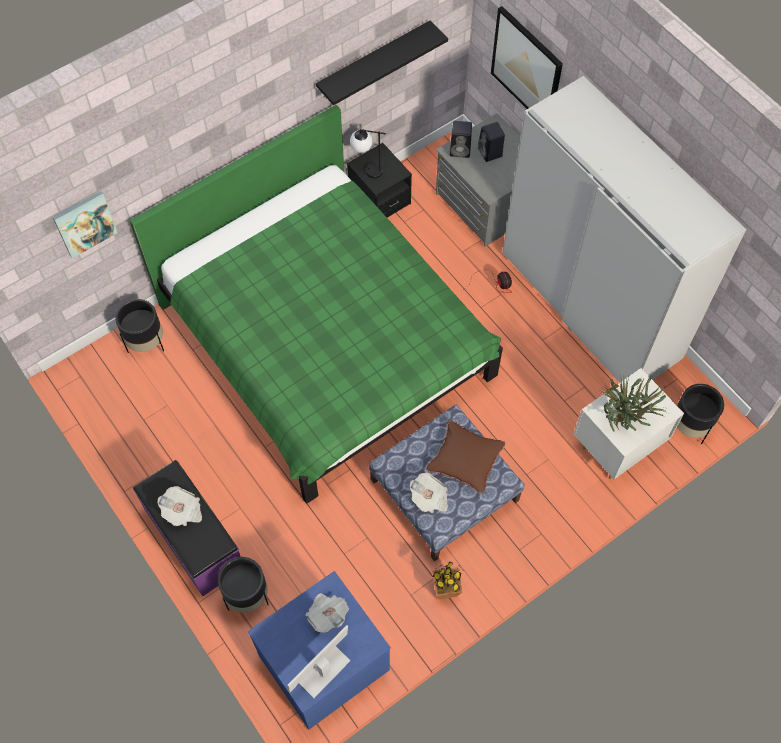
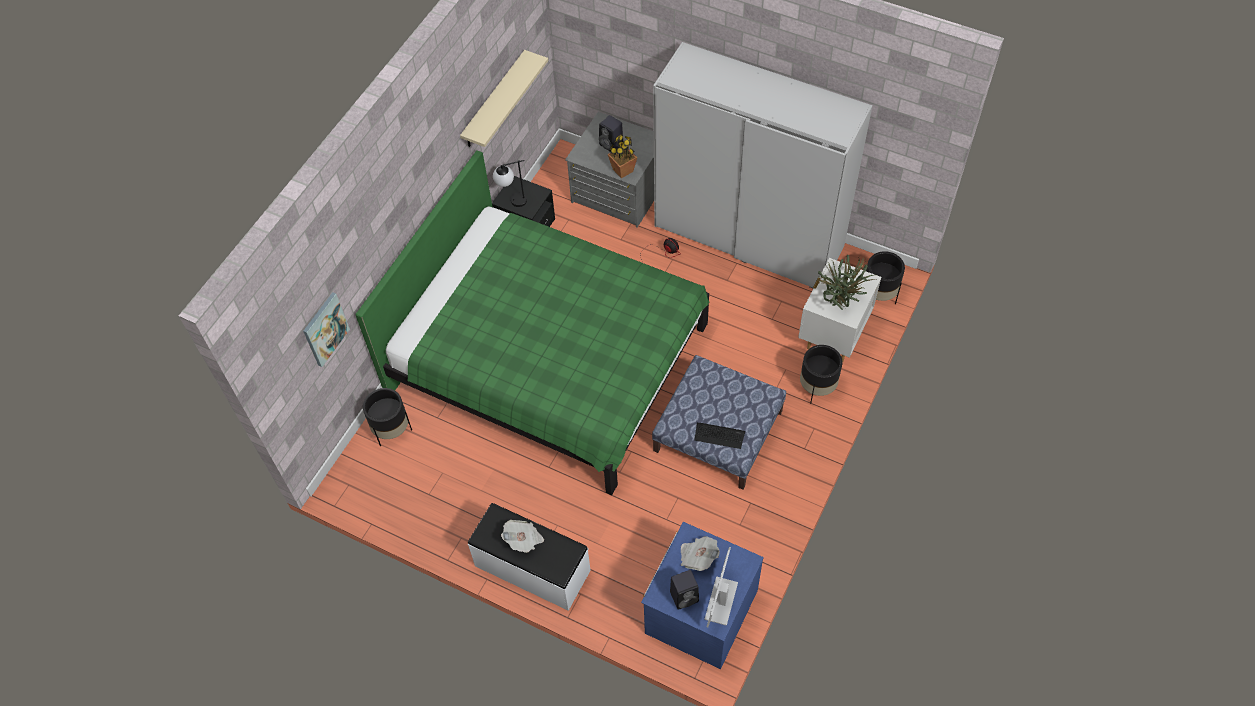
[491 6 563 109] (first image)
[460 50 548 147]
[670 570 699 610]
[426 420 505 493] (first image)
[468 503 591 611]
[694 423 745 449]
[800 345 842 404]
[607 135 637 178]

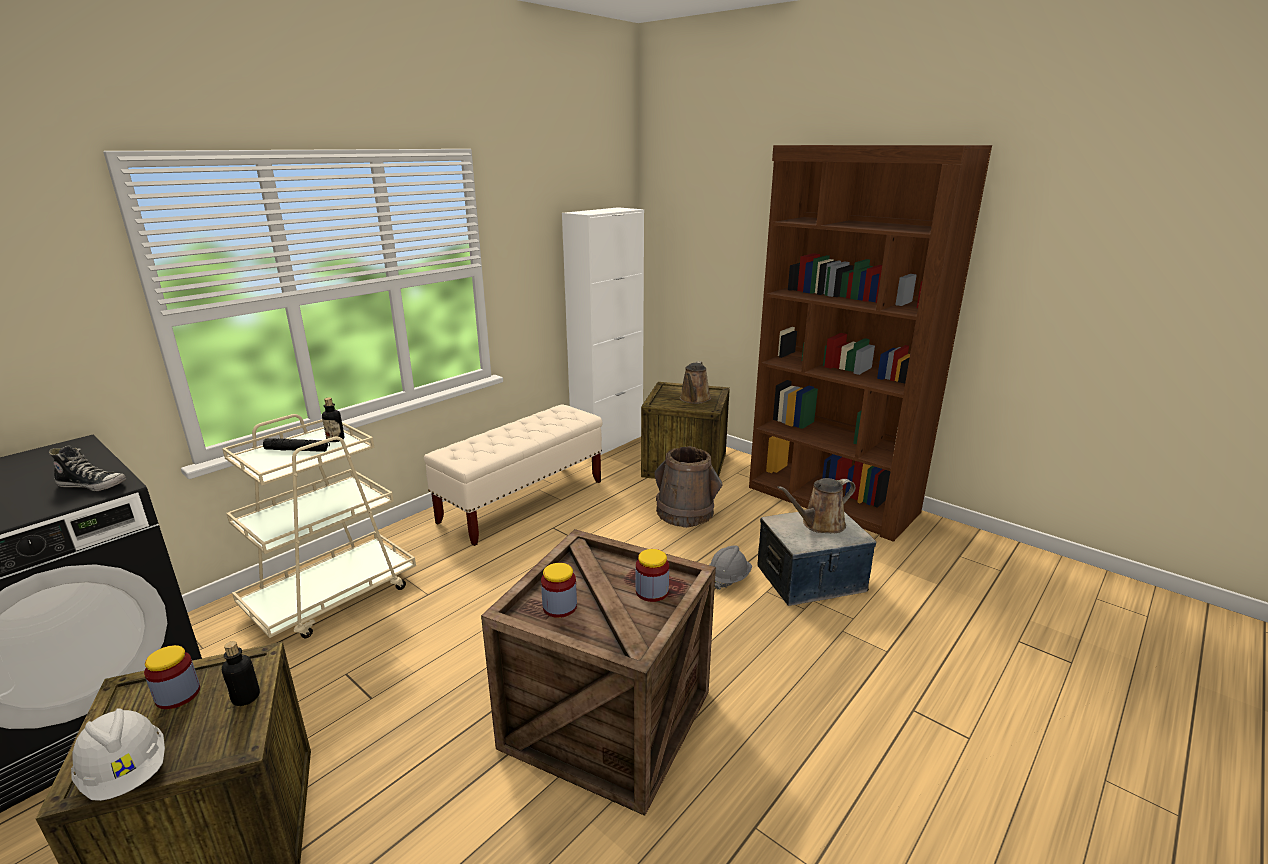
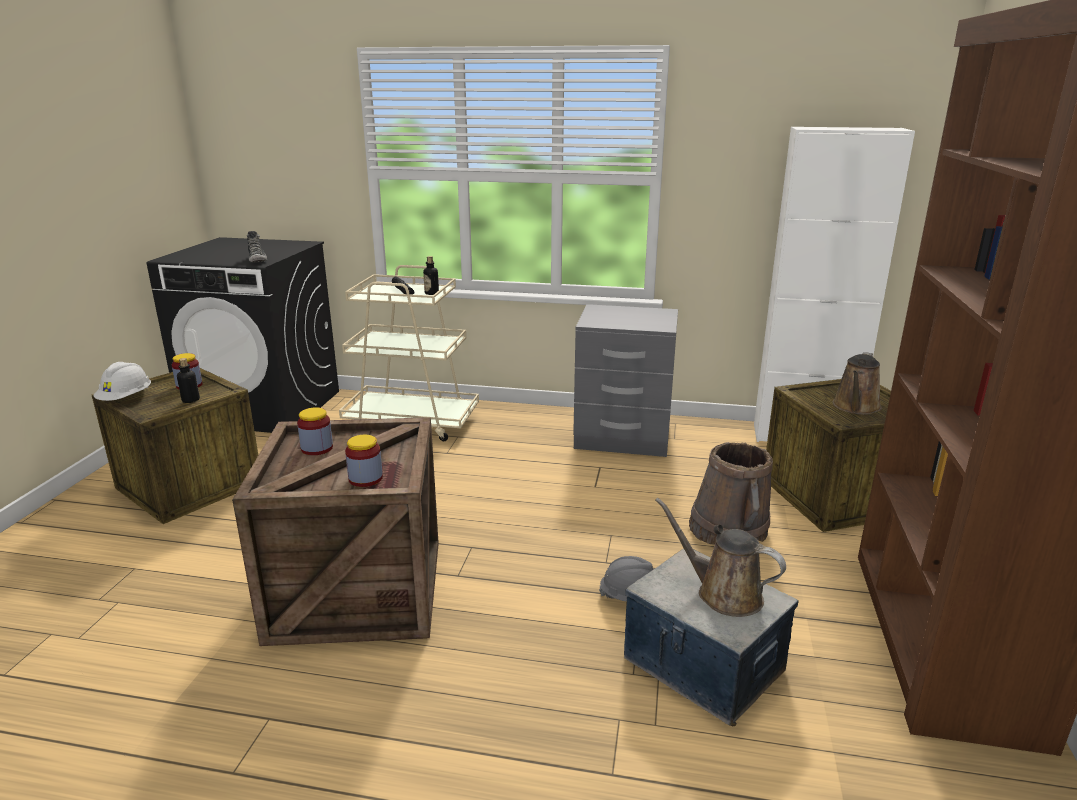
[832 352 882 415]
[573 304 678 457]

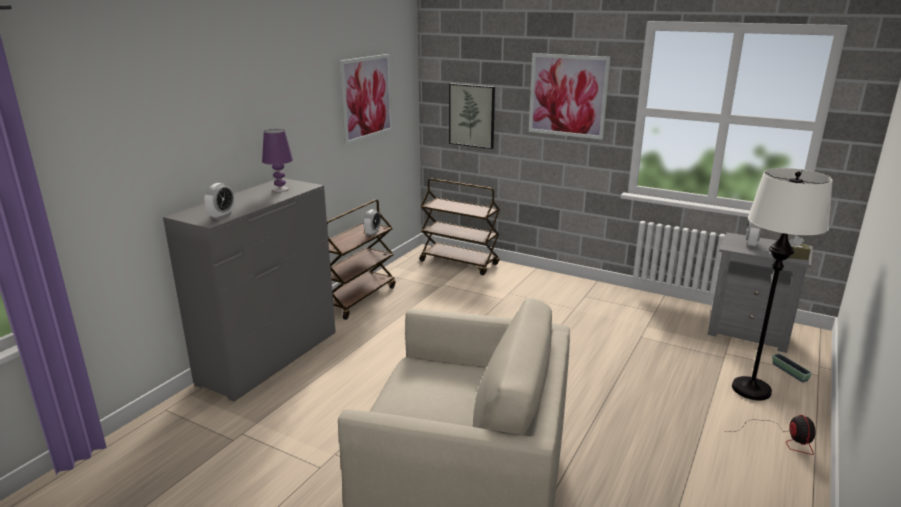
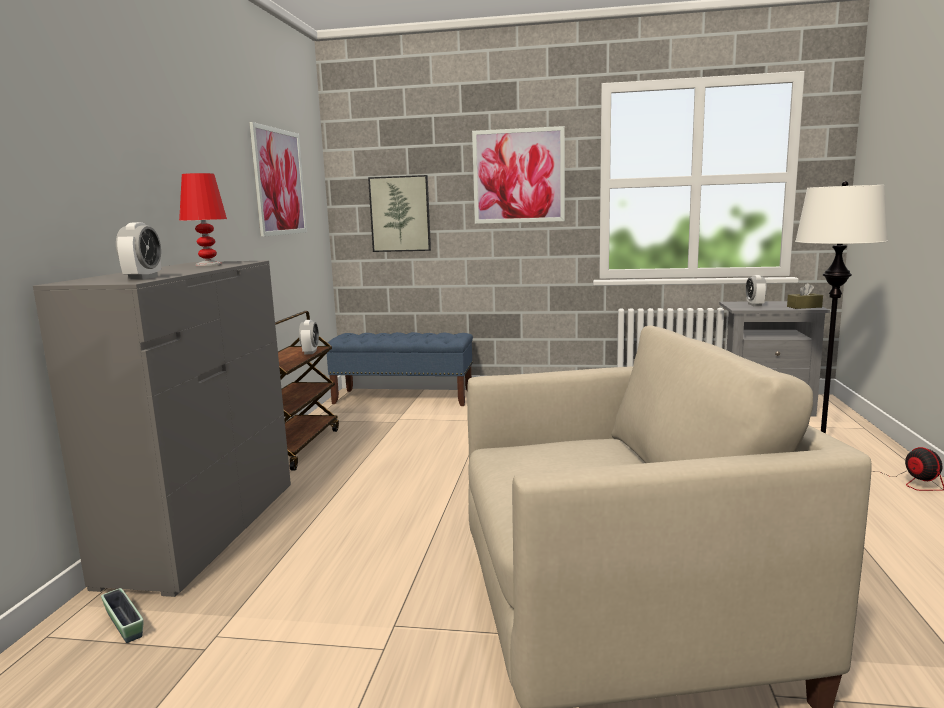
[179 173 227 266]
[325 332 473 406]
[101 588 144 643]

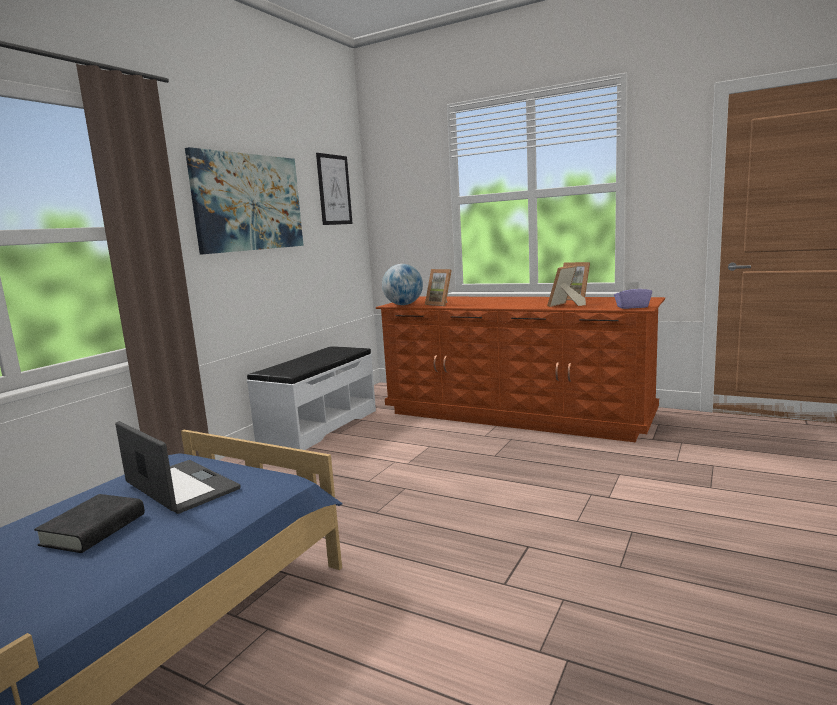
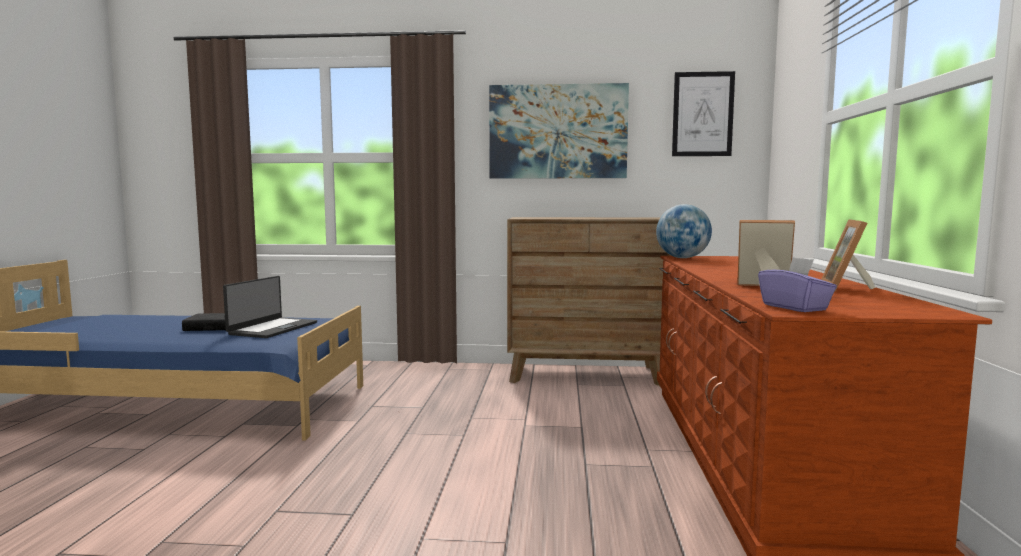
[425 269 452 306] (first image)
[507 217 671 386]

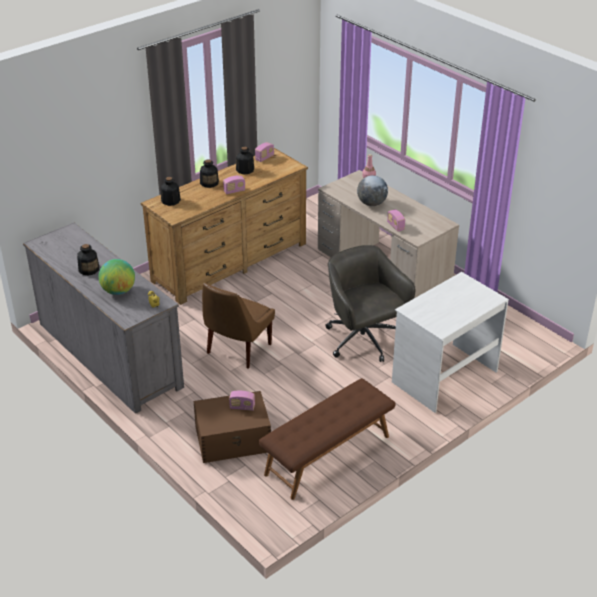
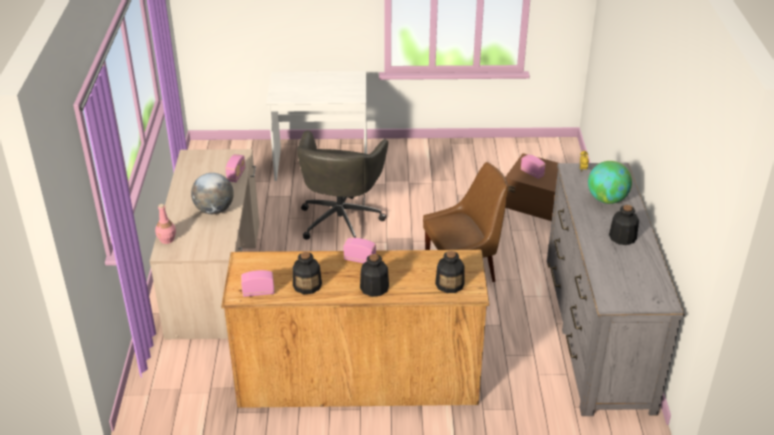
[259 378 396 500] (first image)

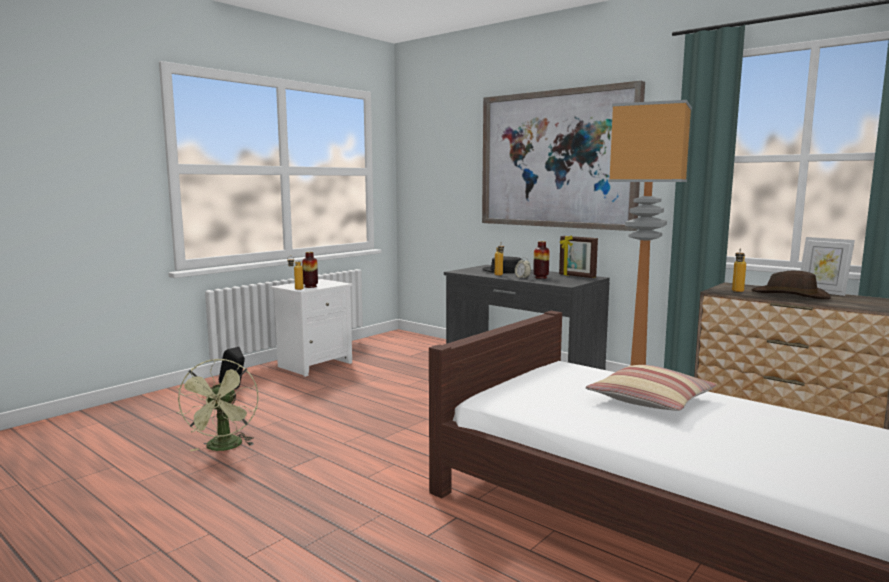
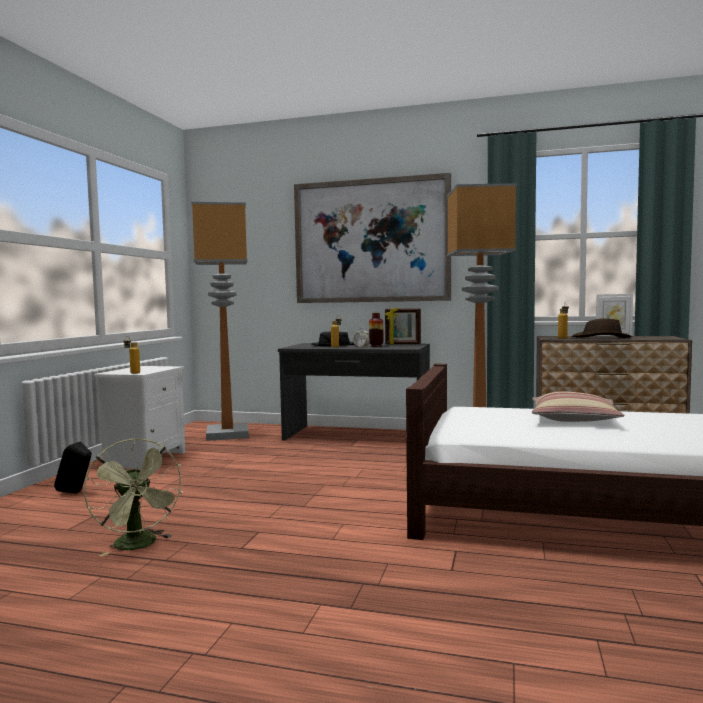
[302 252 318 288] (first image)
[191 202 249 441]

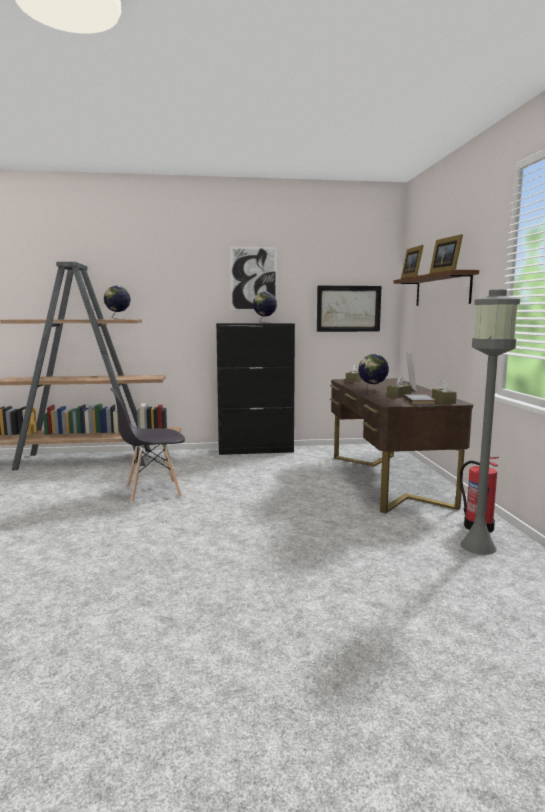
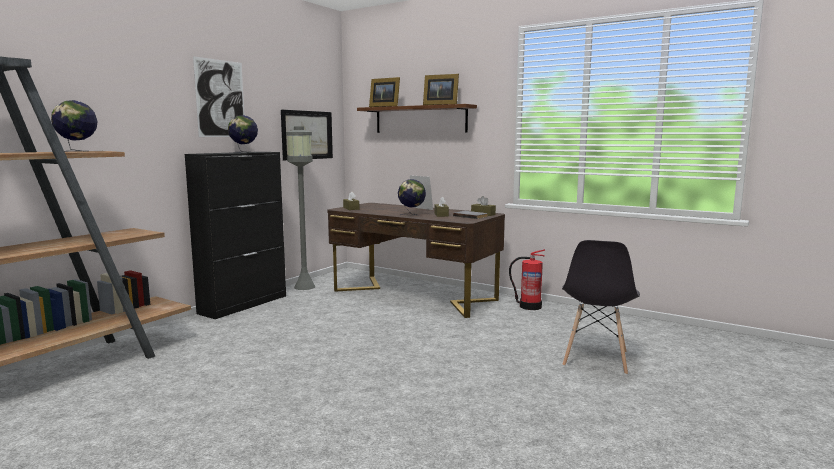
[286 126 316 290]
[562 240 640 375]

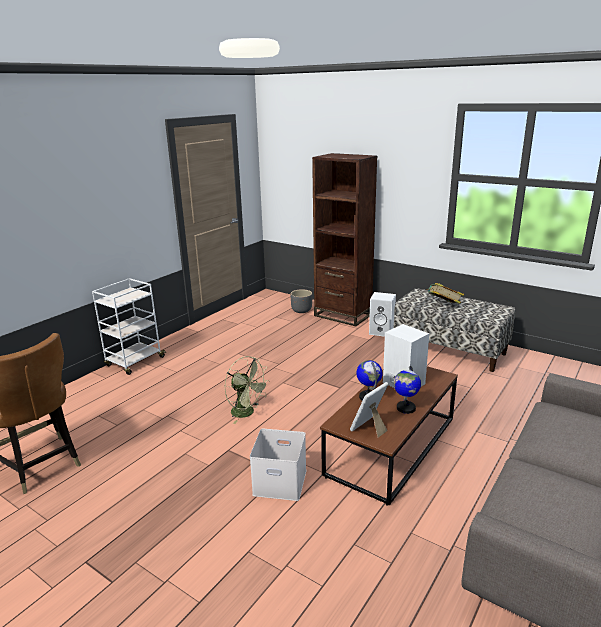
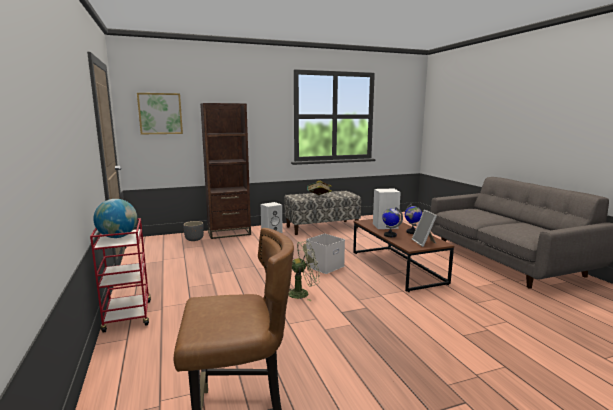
[90 218 151 333]
[306 234 345 274]
[137 93 183 134]
[93 199 137 238]

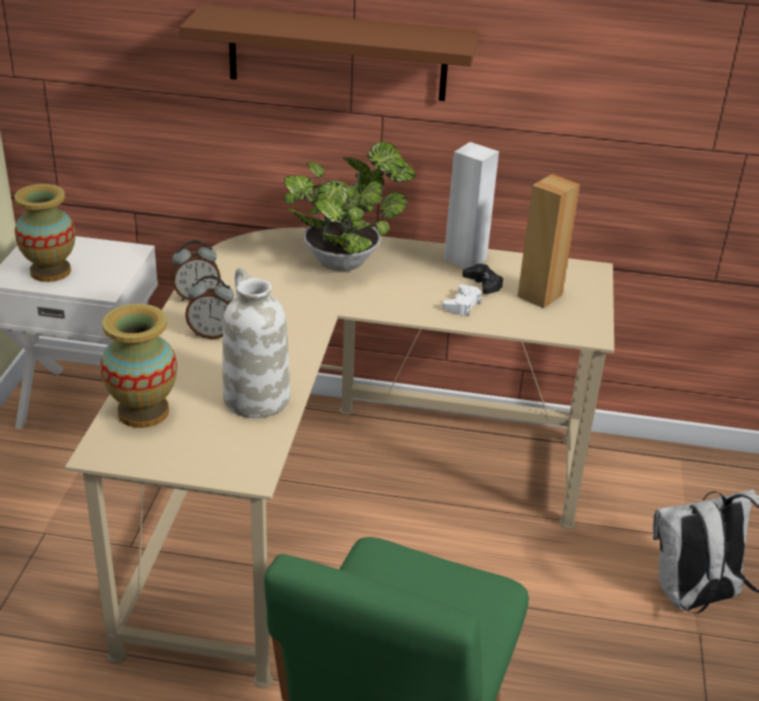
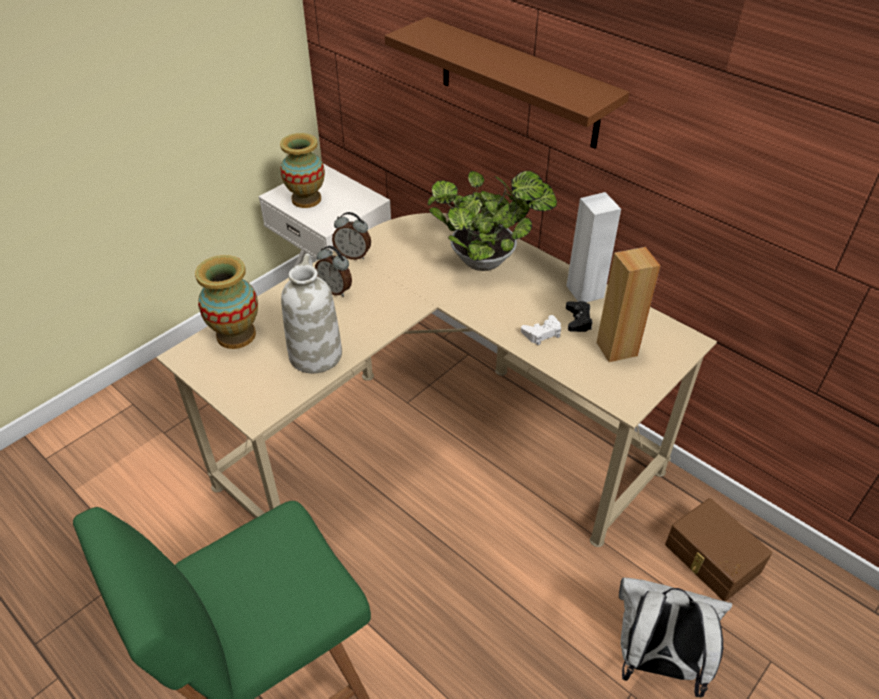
[665 498 772 601]

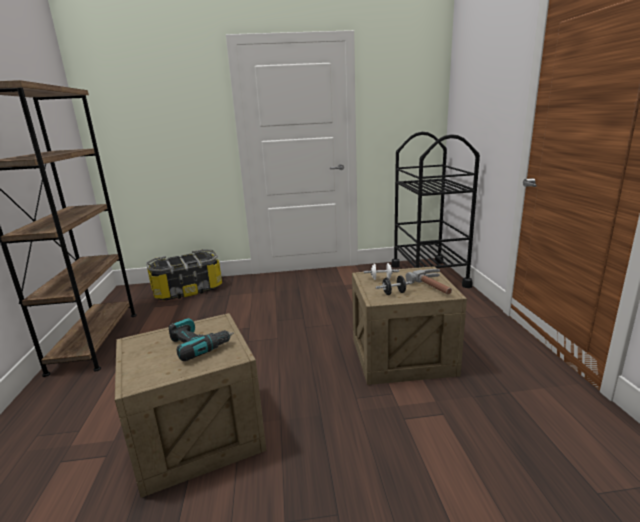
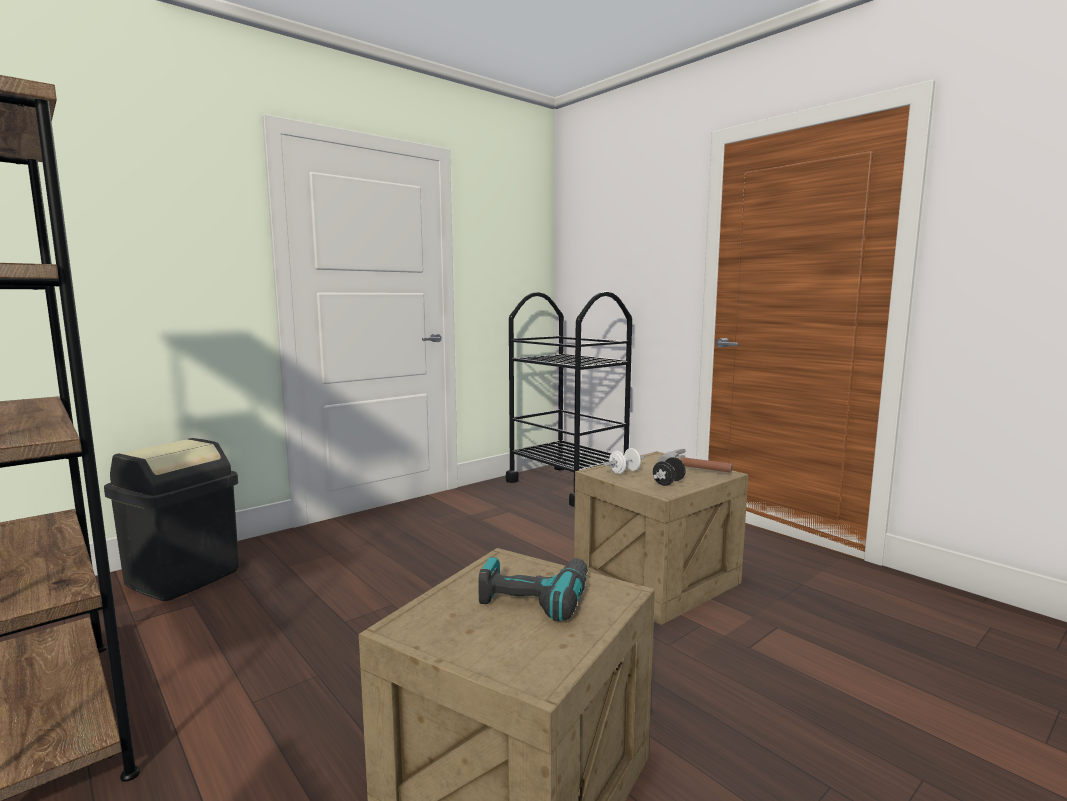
[104 438 239 601]

